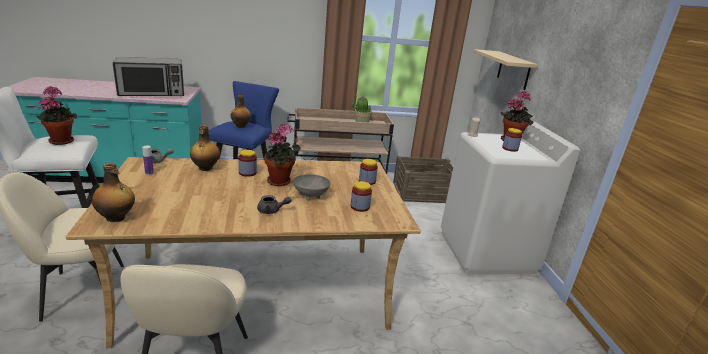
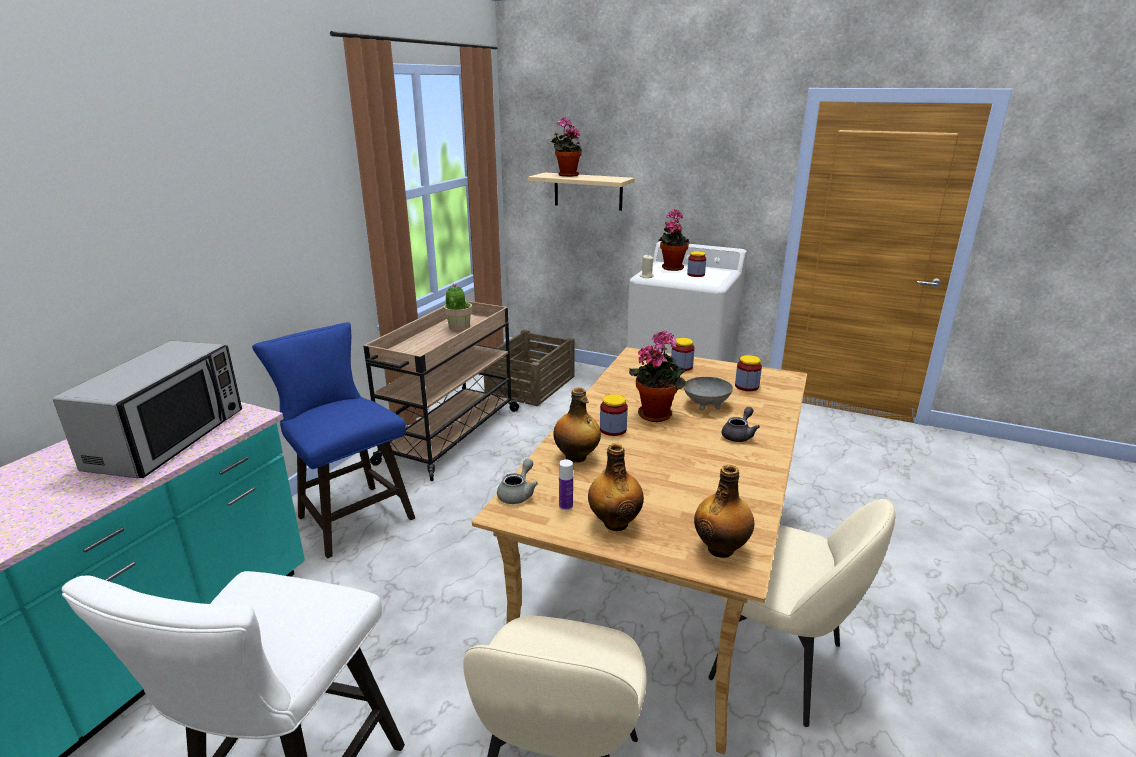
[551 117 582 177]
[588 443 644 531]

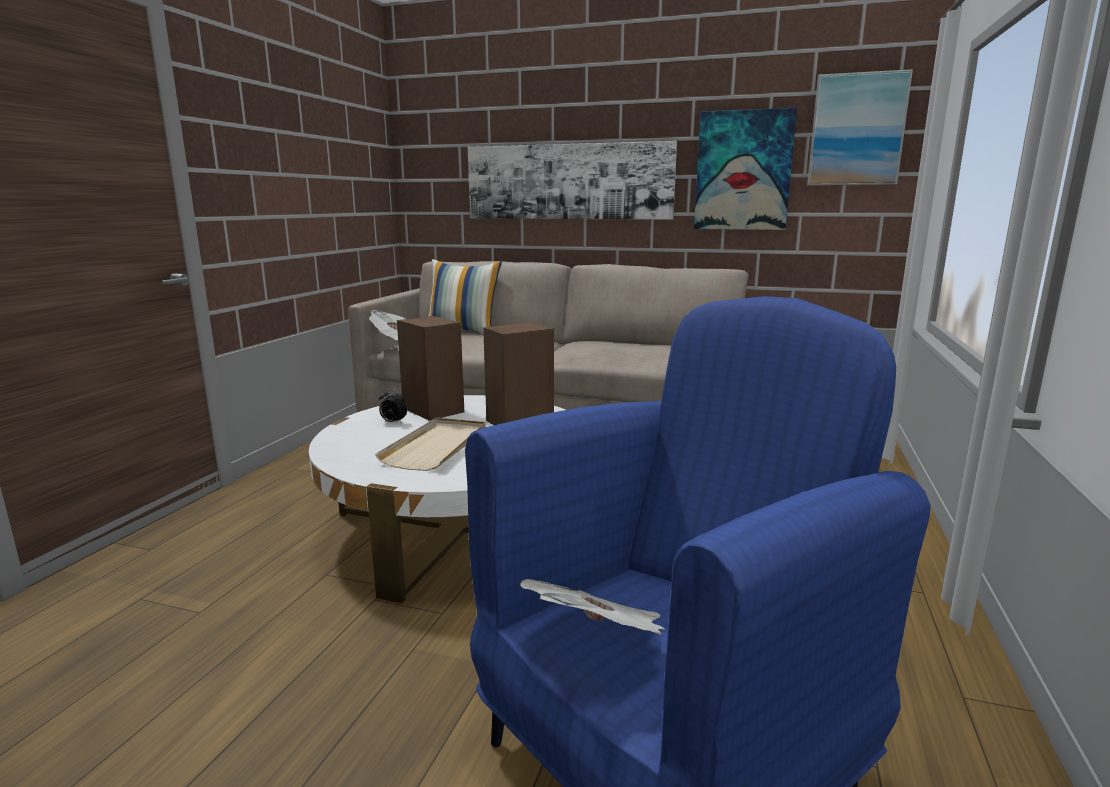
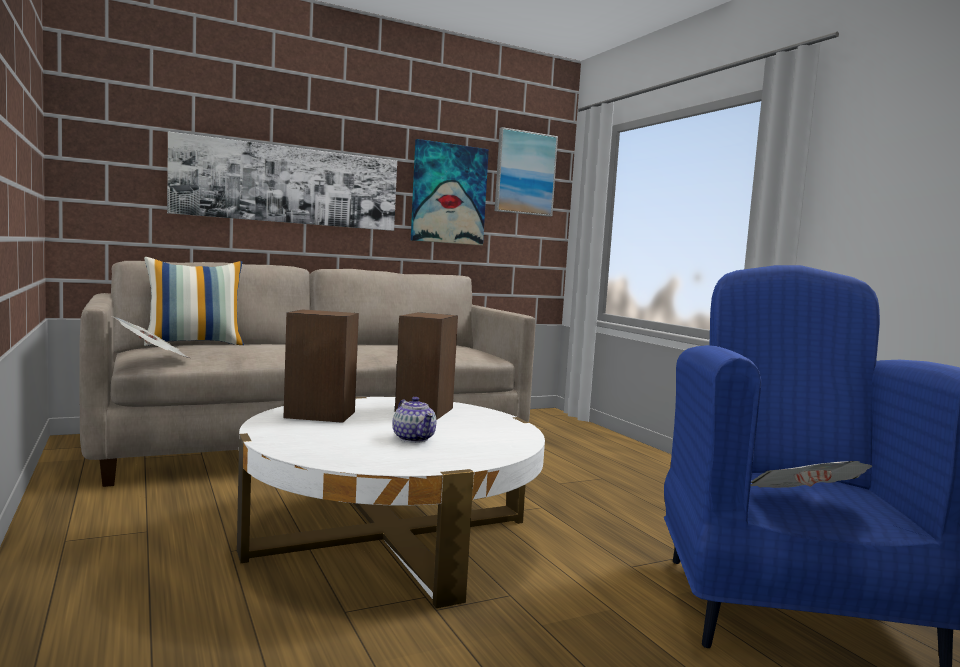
[379 388 408 424] (first image)
[392 397 436 443]

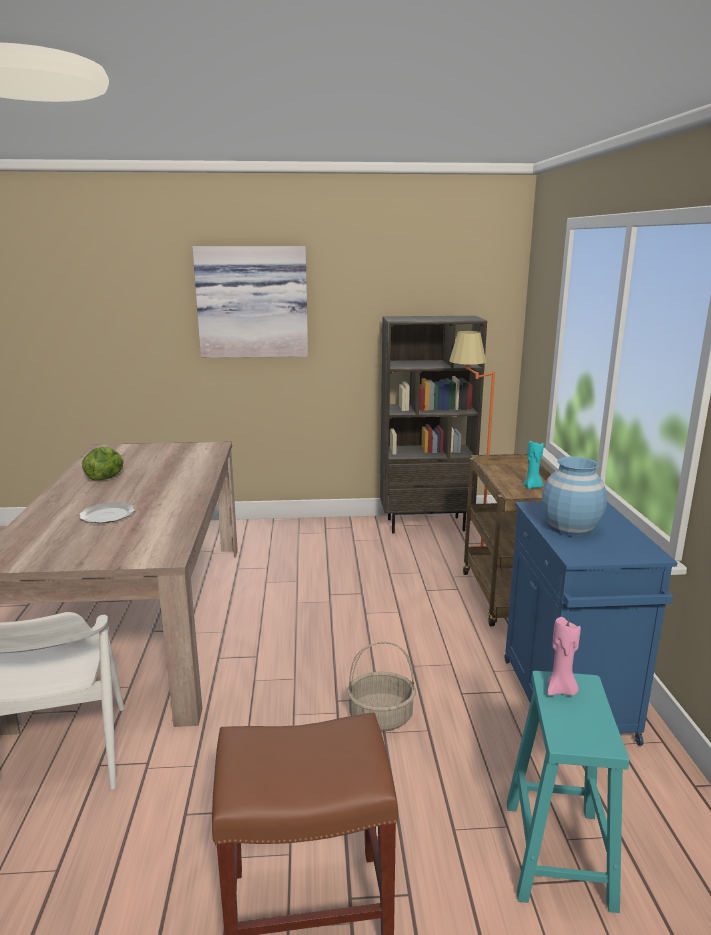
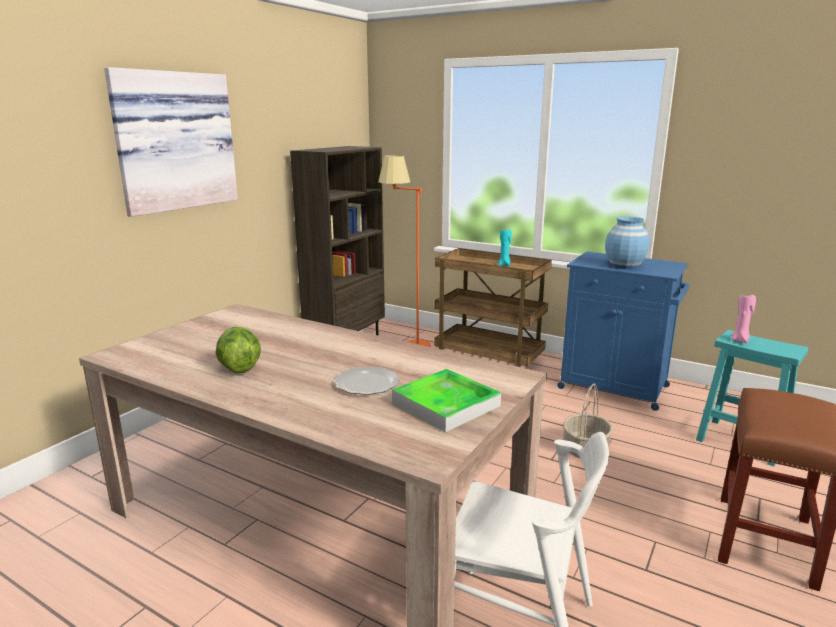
[392 369 501 432]

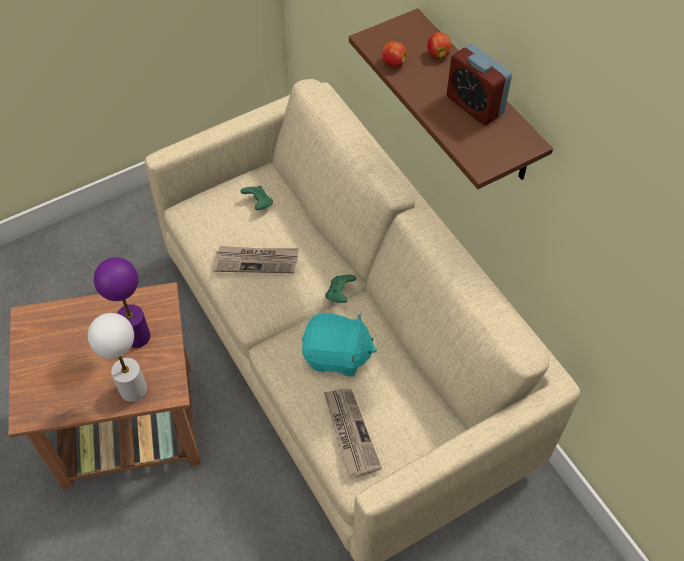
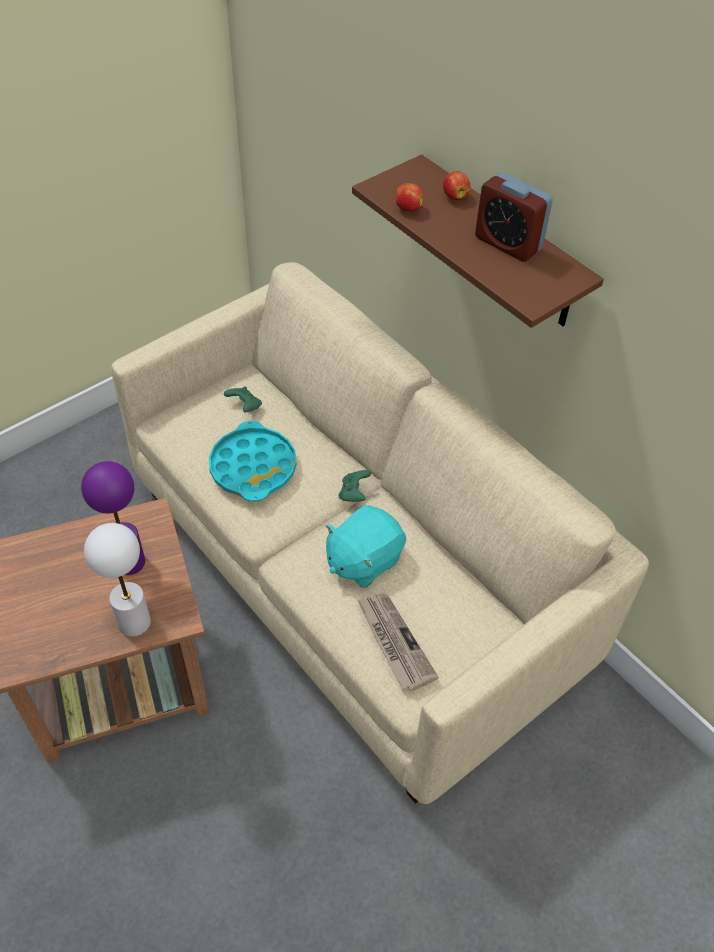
[209 421 297 502]
[325 505 406 588]

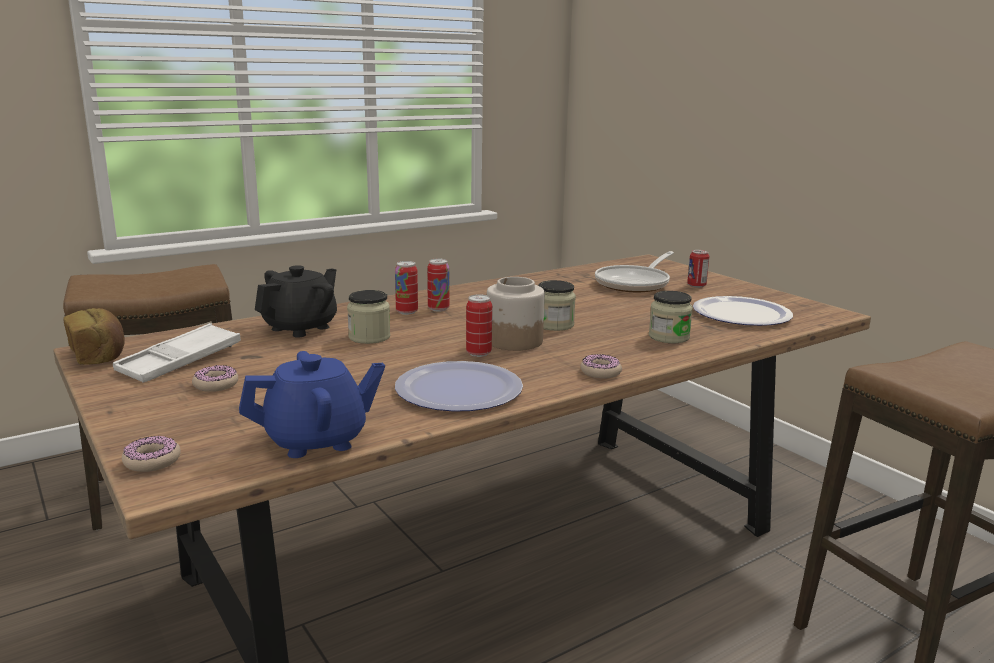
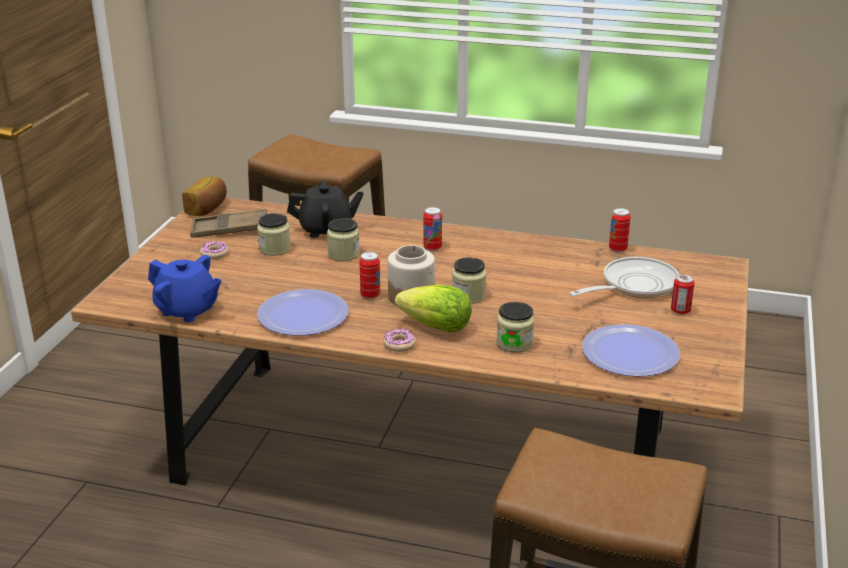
[569 257 679 298]
[609 208 630 253]
[190 209 267 238]
[122 436 181 472] (first image)
[257 213 291 256]
[395 284 472 333]

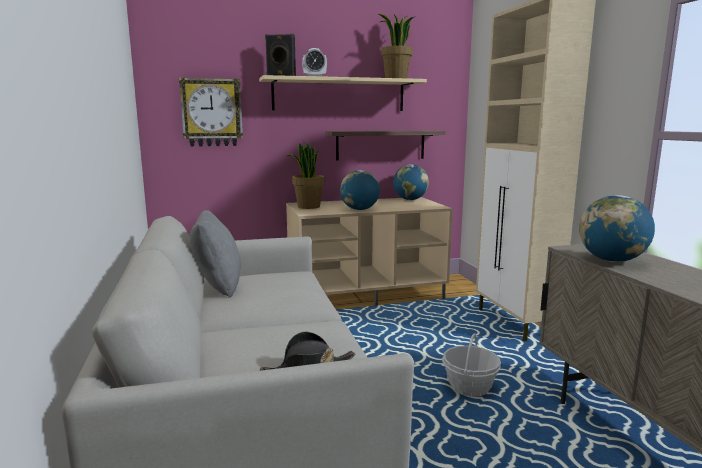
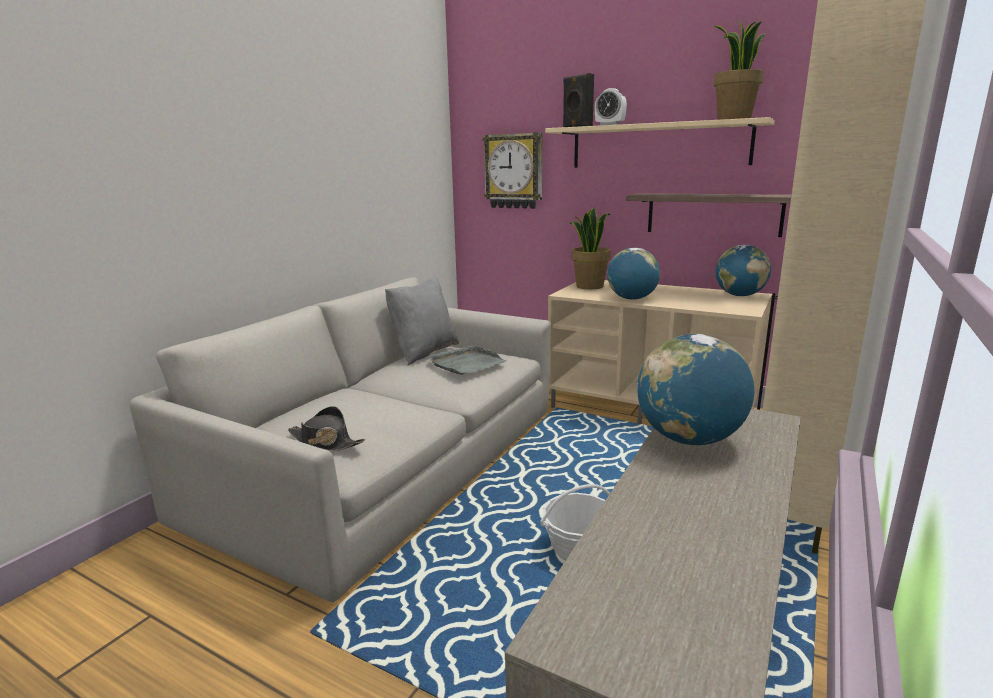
[428 346 506 375]

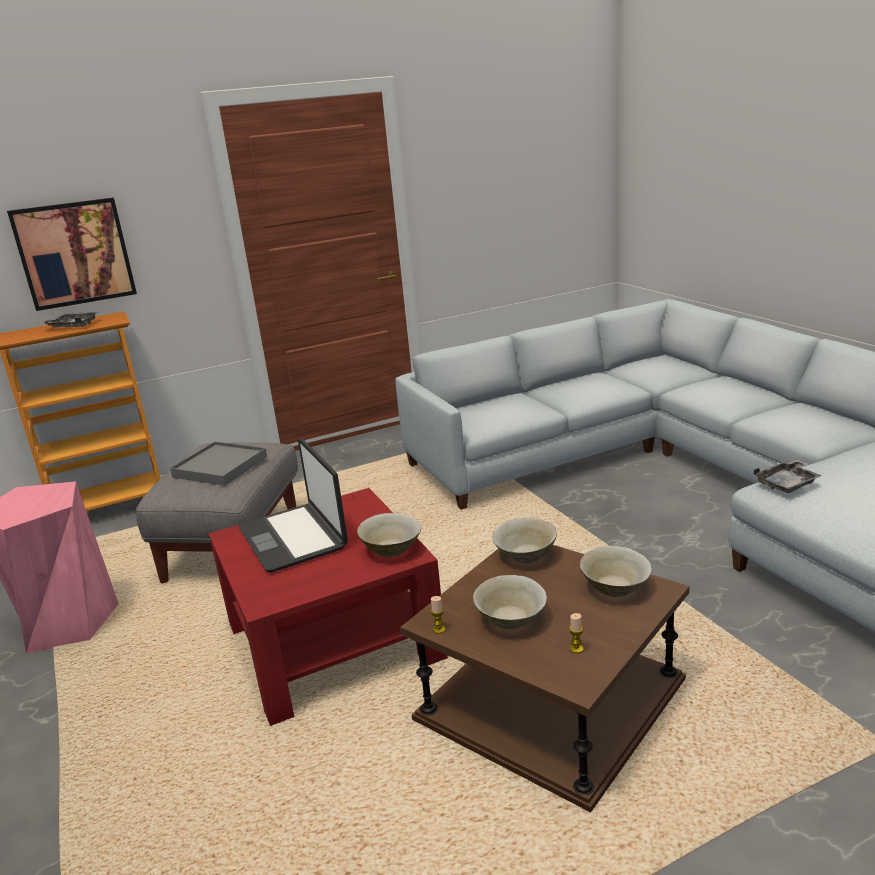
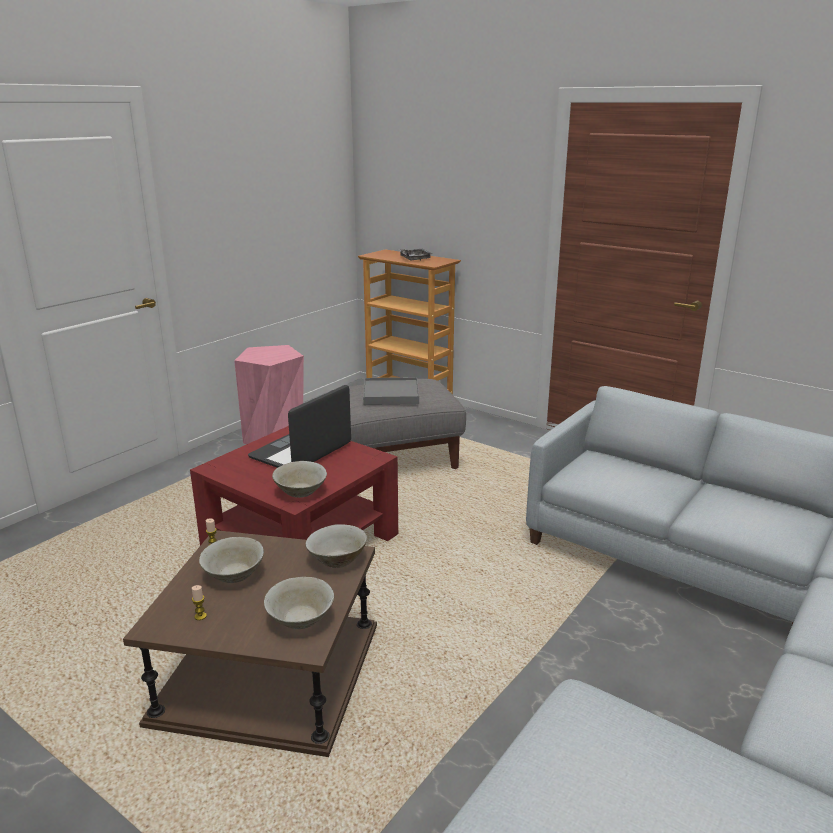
[7 198 137 311] (first image)
[754 459 822 493] (first image)

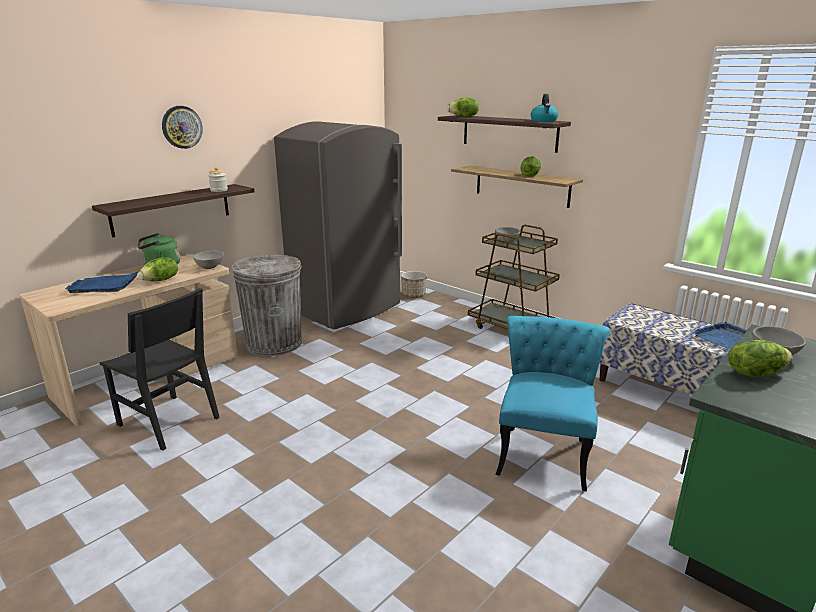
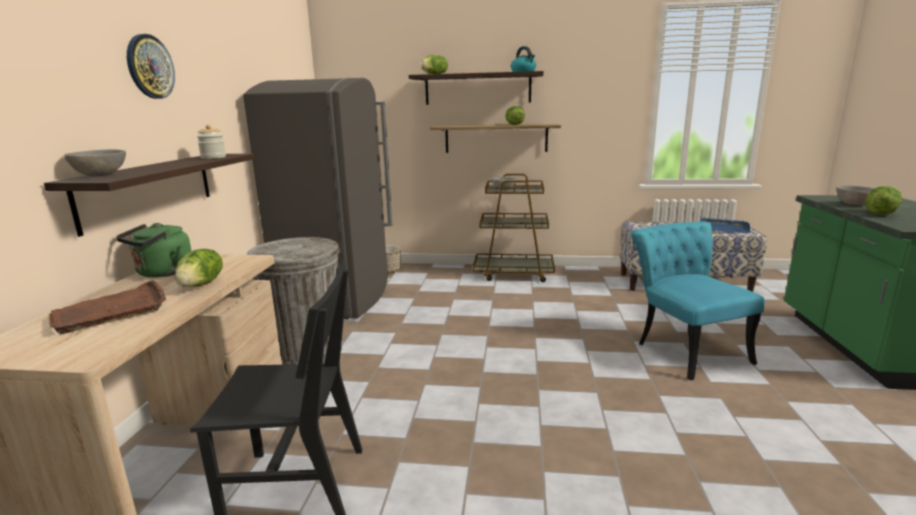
[64 149 126 177]
[49 280 166 334]

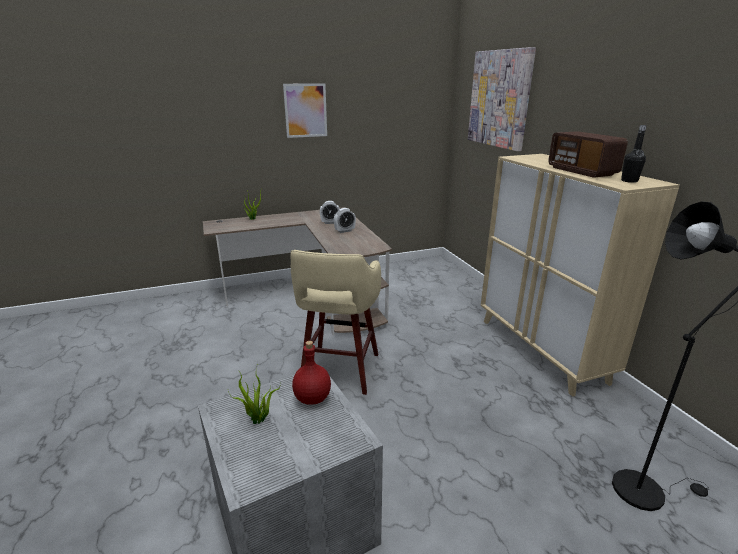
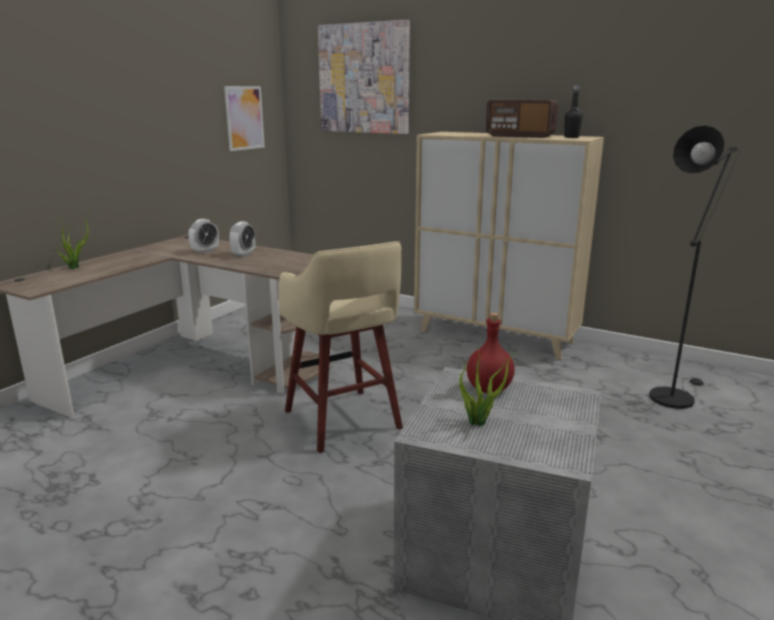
[224 86 265 151]

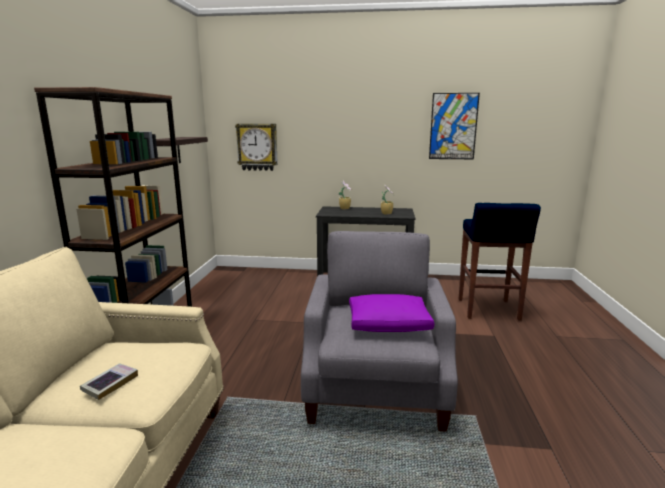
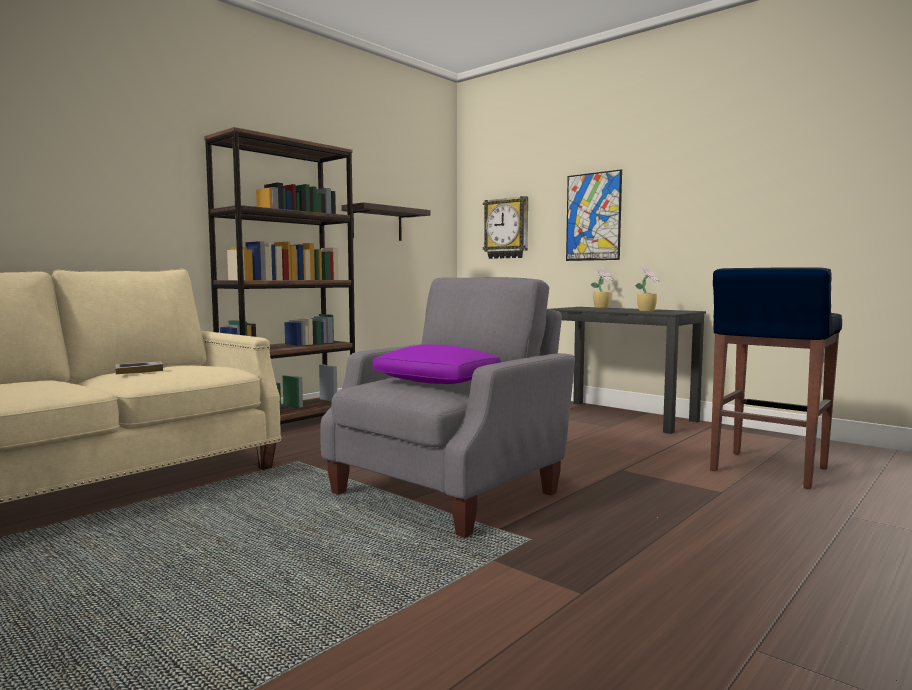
[566 169 622 261]

